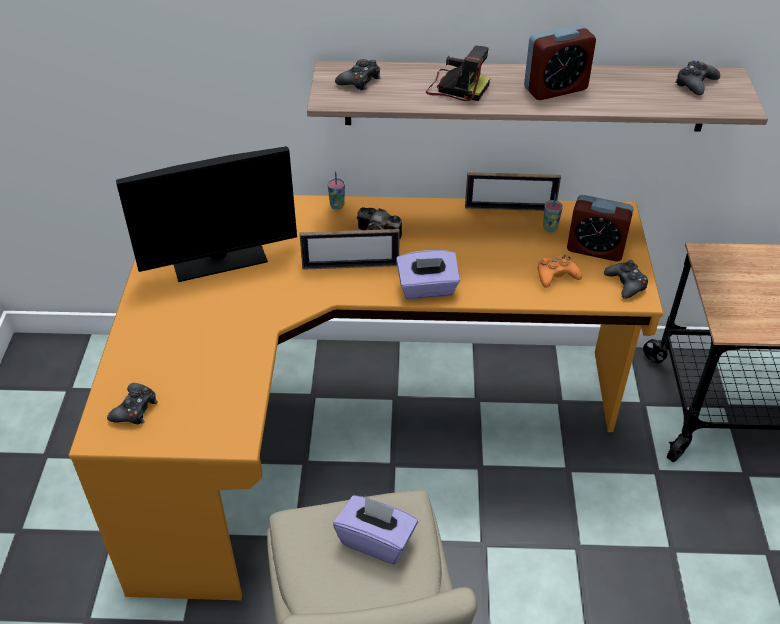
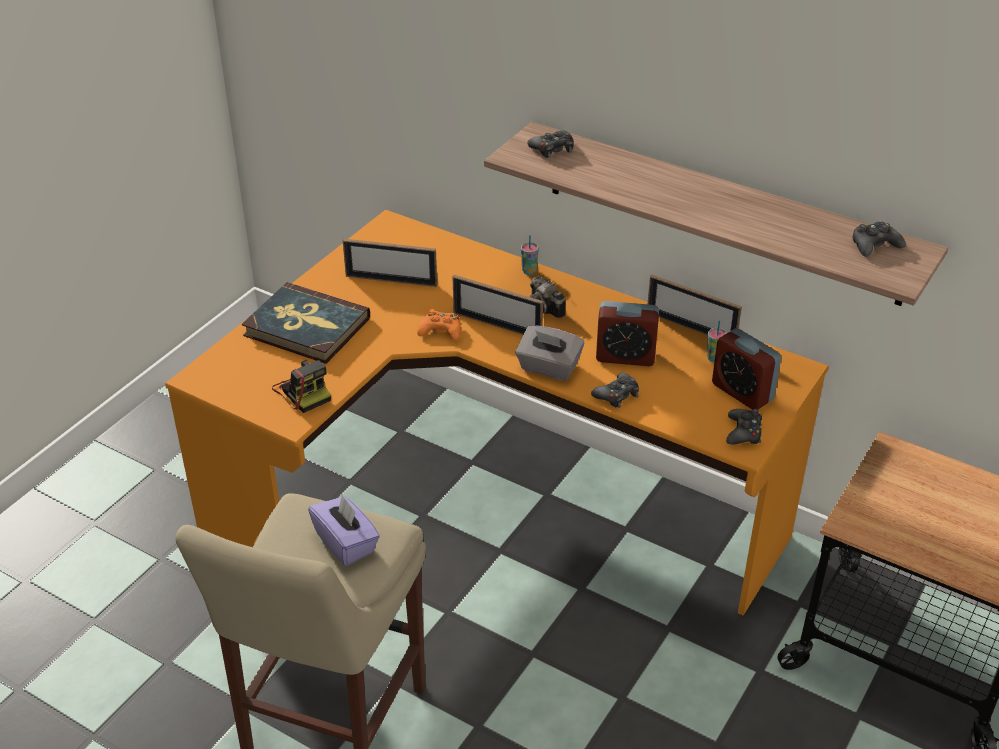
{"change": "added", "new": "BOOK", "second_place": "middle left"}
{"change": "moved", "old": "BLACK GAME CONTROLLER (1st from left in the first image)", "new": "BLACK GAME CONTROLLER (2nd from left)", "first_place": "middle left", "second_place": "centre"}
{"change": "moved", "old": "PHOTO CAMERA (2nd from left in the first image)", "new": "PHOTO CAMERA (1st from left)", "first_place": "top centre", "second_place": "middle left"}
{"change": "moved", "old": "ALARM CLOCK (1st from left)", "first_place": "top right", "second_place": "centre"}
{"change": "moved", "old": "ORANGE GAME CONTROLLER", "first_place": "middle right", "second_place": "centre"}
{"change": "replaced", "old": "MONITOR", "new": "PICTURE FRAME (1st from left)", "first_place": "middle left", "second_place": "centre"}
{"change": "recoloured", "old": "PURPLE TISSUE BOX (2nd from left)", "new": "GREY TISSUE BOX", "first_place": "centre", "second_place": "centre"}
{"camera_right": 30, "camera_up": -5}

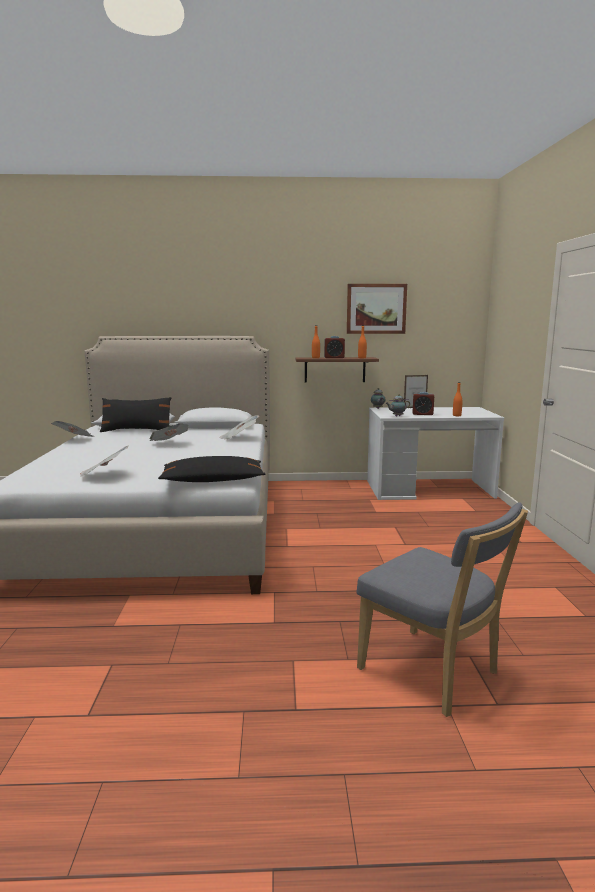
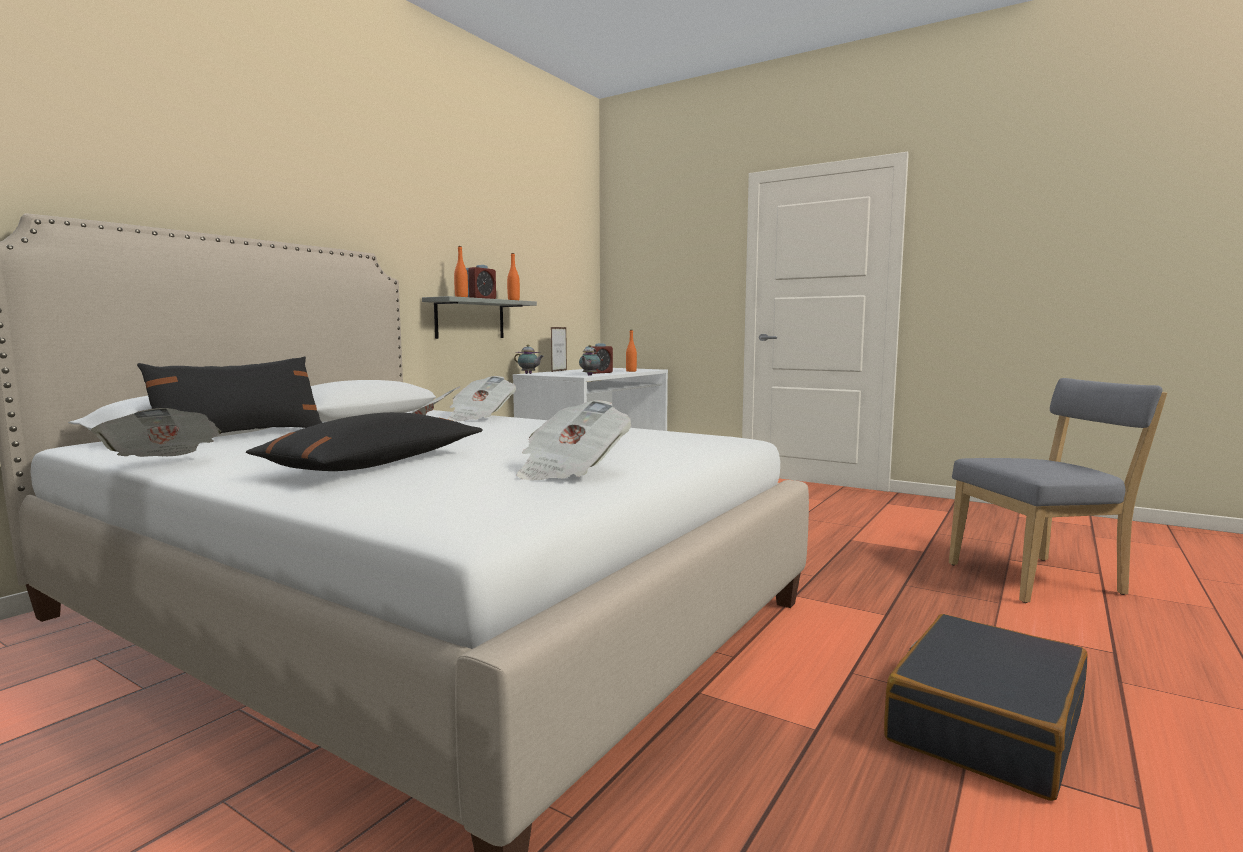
{"change": "removed", "old": "PICTURE", "first_place": "centre"}
{"change": "added", "new": "BLACK SUITCASE", "second_place": "bottom right"}
{"change": "moved", "old": "BLACK PILLOW (2nd from left)", "first_place": "centre", "second_place": "middle left"}
{"change": "recoloured", "old": "BROWN SHELF", "new": "GREY SHELF", "first_place": "centre", "second_place": "centre"}
{"camera_right": -55, "camera_up": -5}

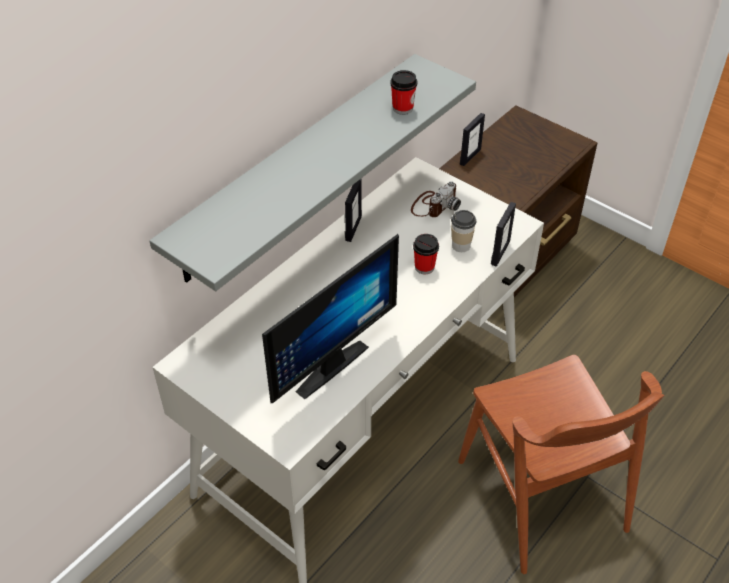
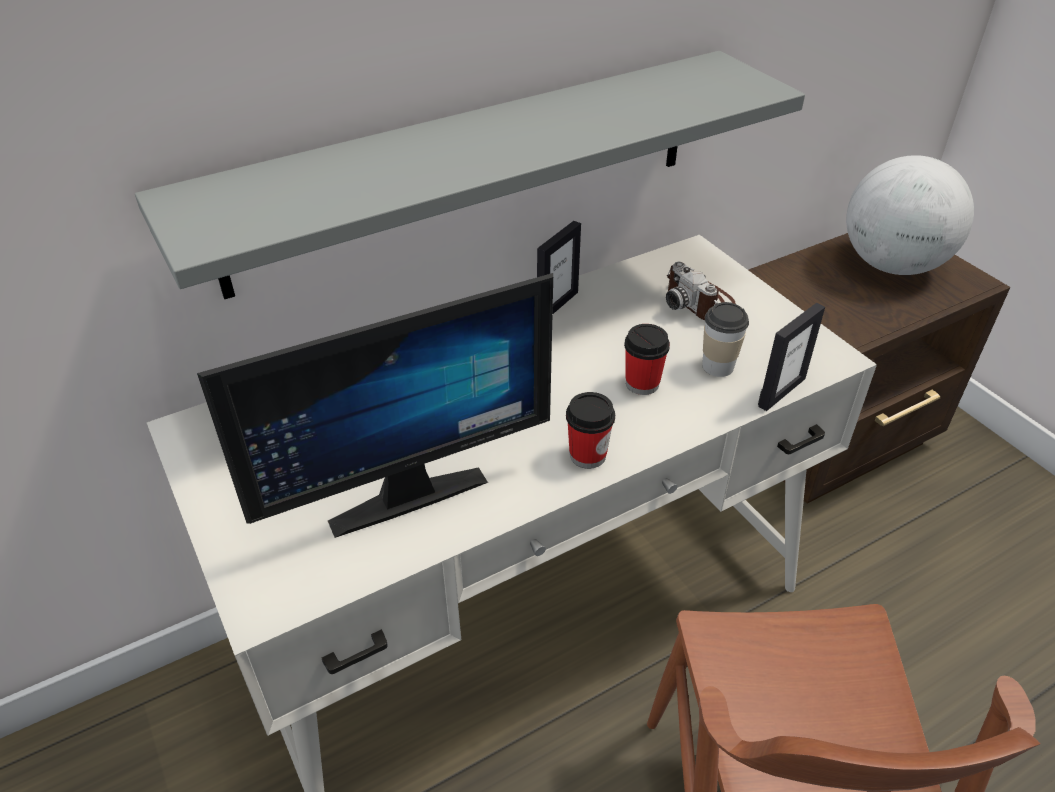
{"change": "removed", "old": "PICTURE FRAME (2nd from left)", "first_place": "top centre"}
{"change": "added", "new": "GLOBE", "second_place": "top right"}
{"change": "moved", "old": "CUP (1st from left)", "first_place": "top centre", "second_place": "centre"}
{"change": "turned", "old": "PHOTO CAMERA", "first_place": "centre", "second_place": "centre", "degrees": 90}
{"camera_right": 20, "camera_up": -5}

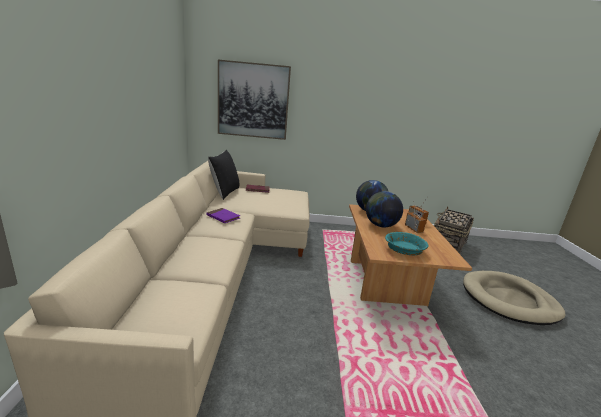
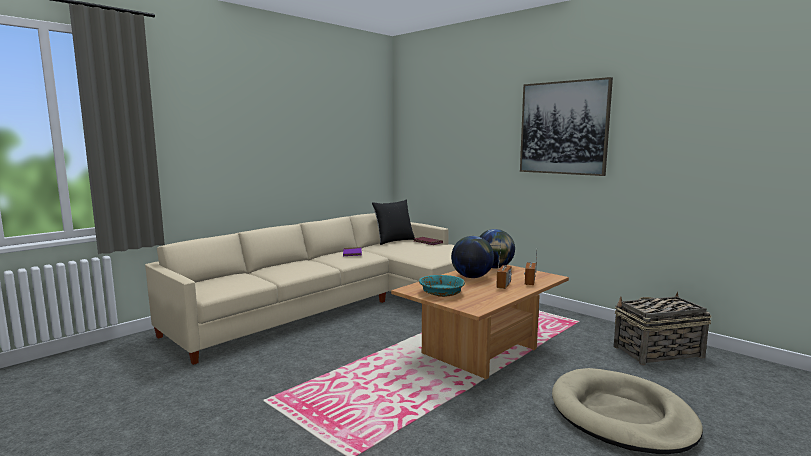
{"change": "moved", "old": "PICTURE", "first_place": "top centre", "second_place": "top right"}
{"camera_right": 45, "camera_up": -10}

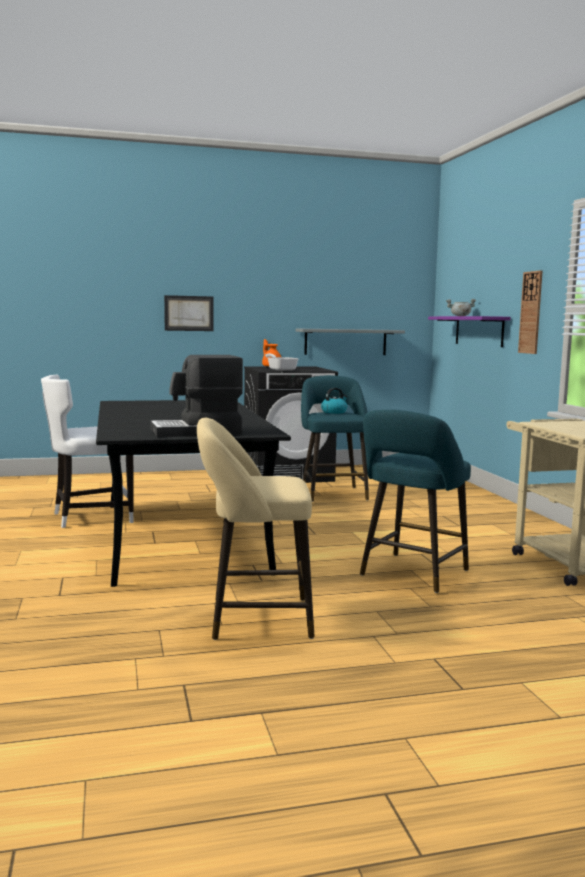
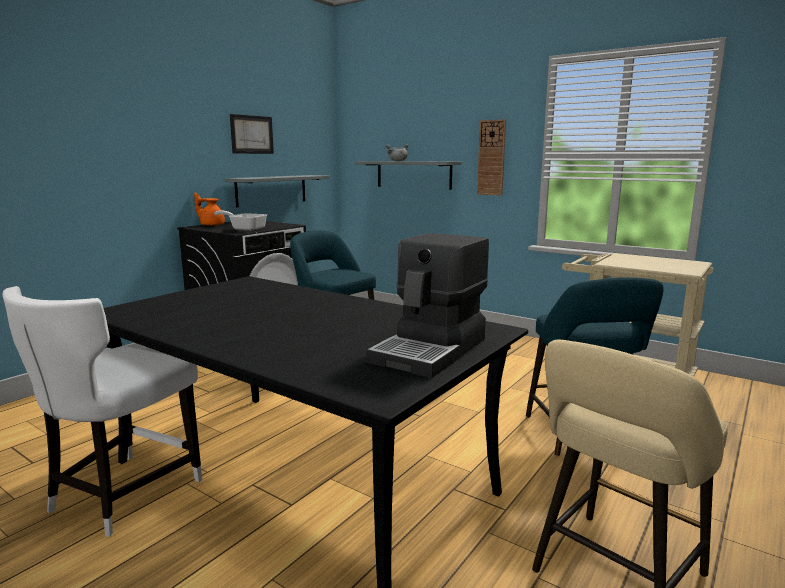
{"change": "removed", "old": "KETTLE", "first_place": "centre"}
{"change": "moved", "old": "PICTURE", "first_place": "middle left", "second_place": "top left"}
{"change": "recoloured", "old": "PURPLE SHELF", "new": "GREY SHELF (2nd from left)", "first_place": "middle right", "second_place": "top centre"}
{"camera_right": -40, "camera_up": 5}

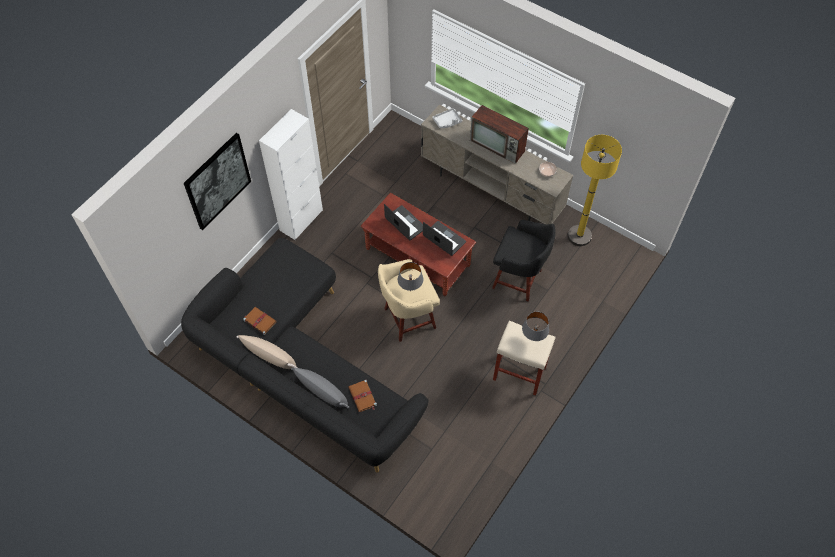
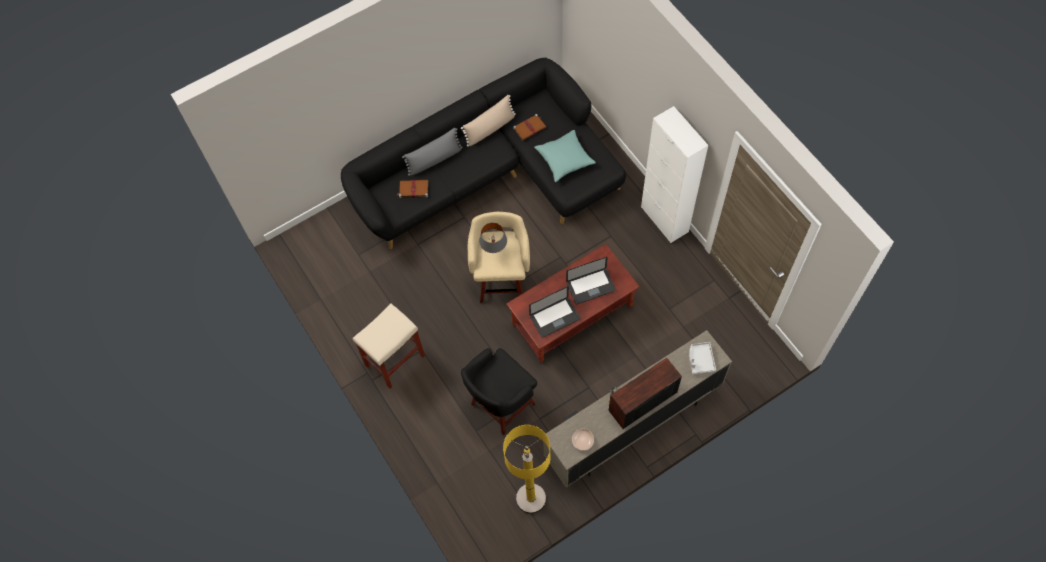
{"change": "removed", "old": "PICTURE", "first_place": "top left"}
{"change": "removed", "old": "GREY TABLE LAMP (2nd from left)", "first_place": "centre"}
{"change": "added", "new": "TURQUOISE PILLOW", "second_place": "top centre"}
{"camera_right": 115, "camera_up": 5}

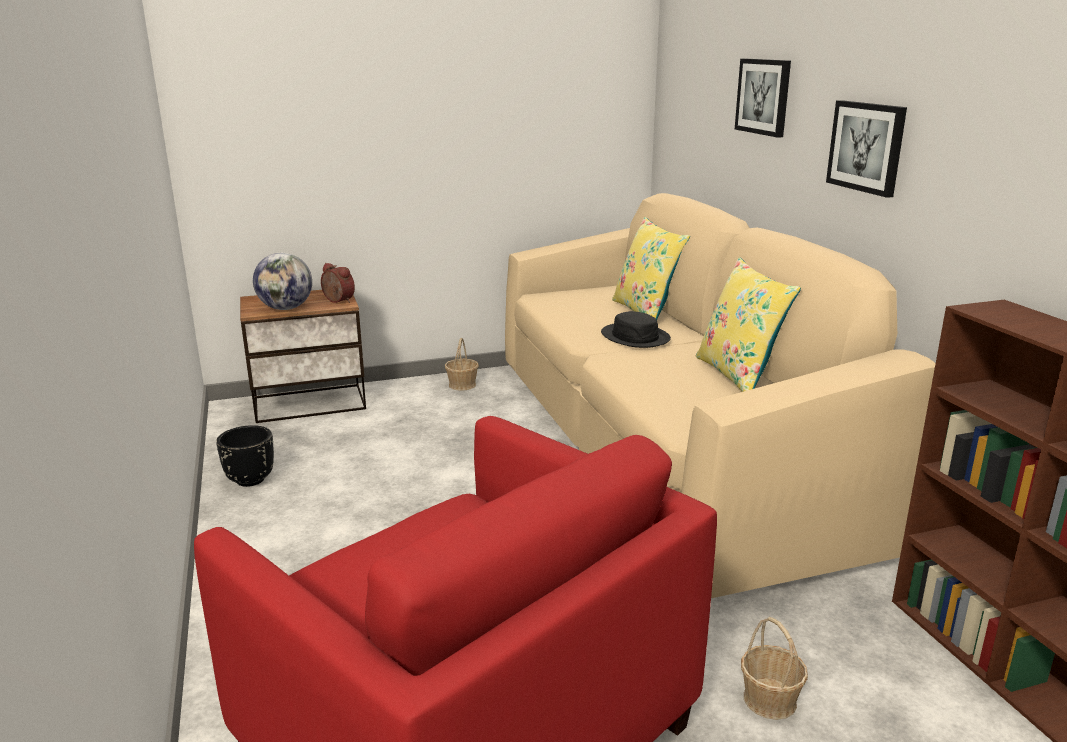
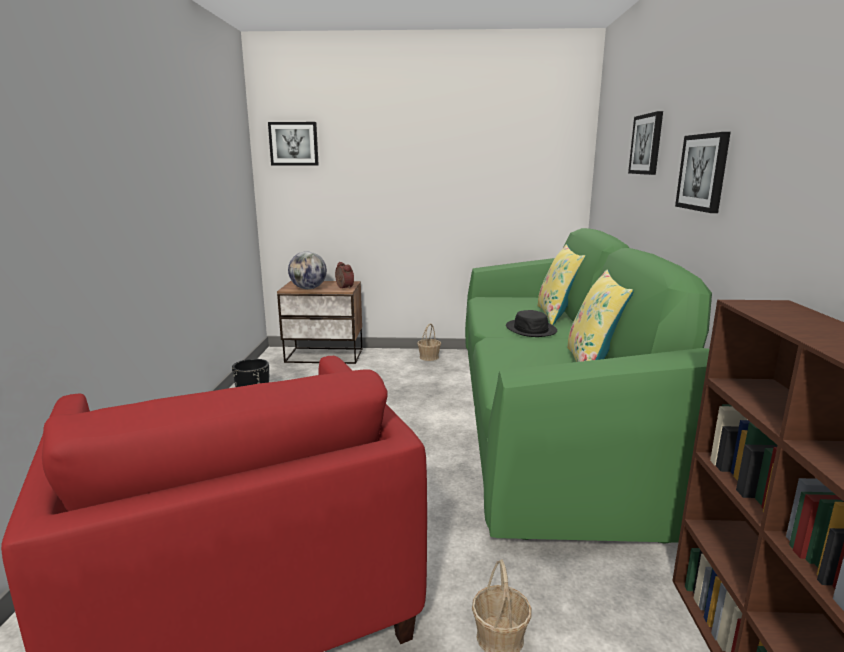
{"change": "added", "new": "PICTURE (1st from left)", "second_place": "top centre"}
{"change": "recoloured", "old": "BEIGE SOFA", "new": "GREEN SOFA", "first_place": "middle right", "second_place": "middle right"}
{"camera_right": 20, "camera_up": -5}

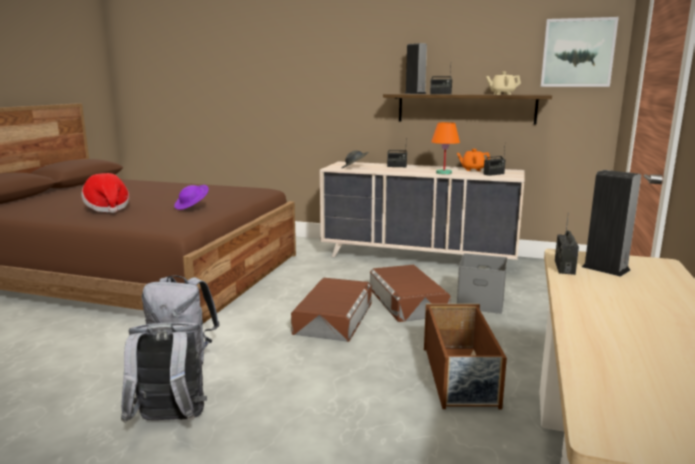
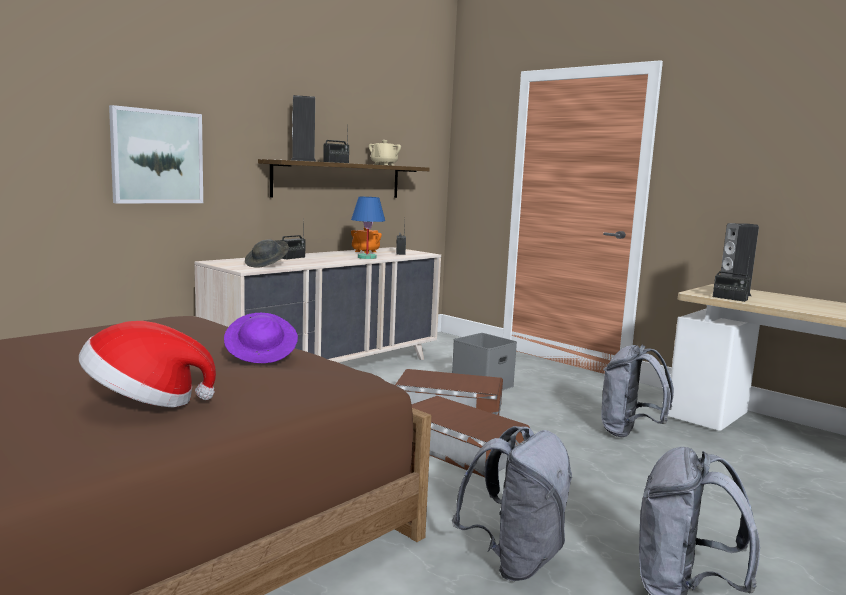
{"change": "moved", "old": "PICTURE", "first_place": "top right", "second_place": "top left"}
{"change": "replaced", "old": "BROWN STORAGE BOX (3rd from left)", "new": "GREY BACKPACK (2nd from left)", "first_place": "bottom right", "second_place": "middle right"}
{"change": "recoloured", "old": "ORANGE TABLE LAMP", "new": "BLUE TABLE LAMP", "first_place": "top centre", "second_place": "centre"}
{"camera_right": -65, "camera_up": -5}

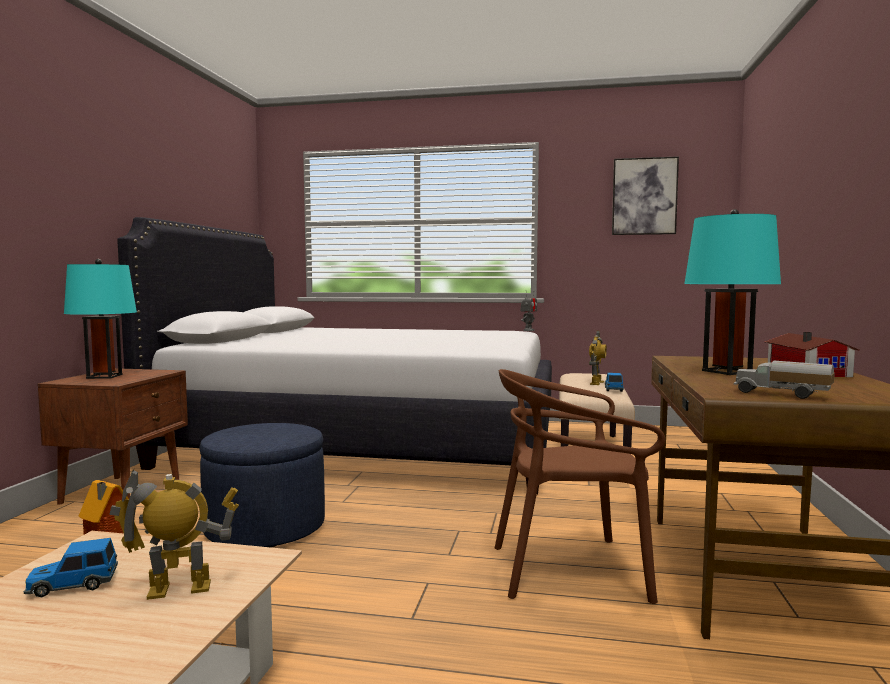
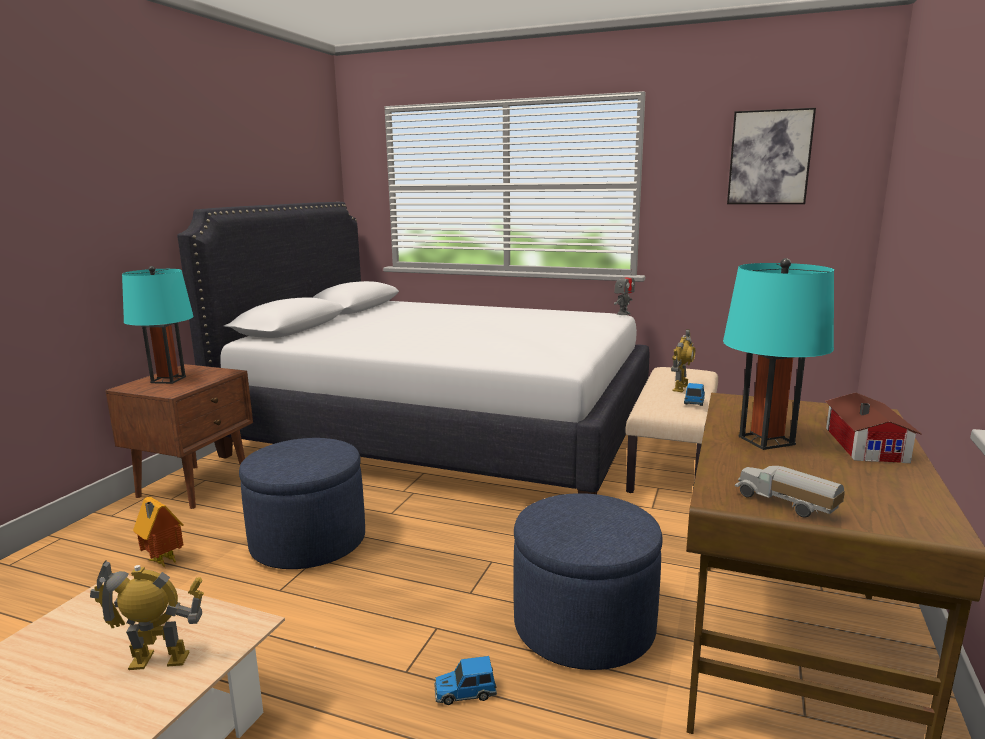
{"change": "moved", "old": "TOY CAR (1st from left)", "first_place": "bottom left", "second_place": "bottom centre"}
{"change": "replaced", "old": "BROWN CHAIR", "new": "BLUE OTTOMAN (2nd from left)", "first_place": "bottom centre", "second_place": "bottom centre"}
{"camera_right": 10, "camera_up": 10}

